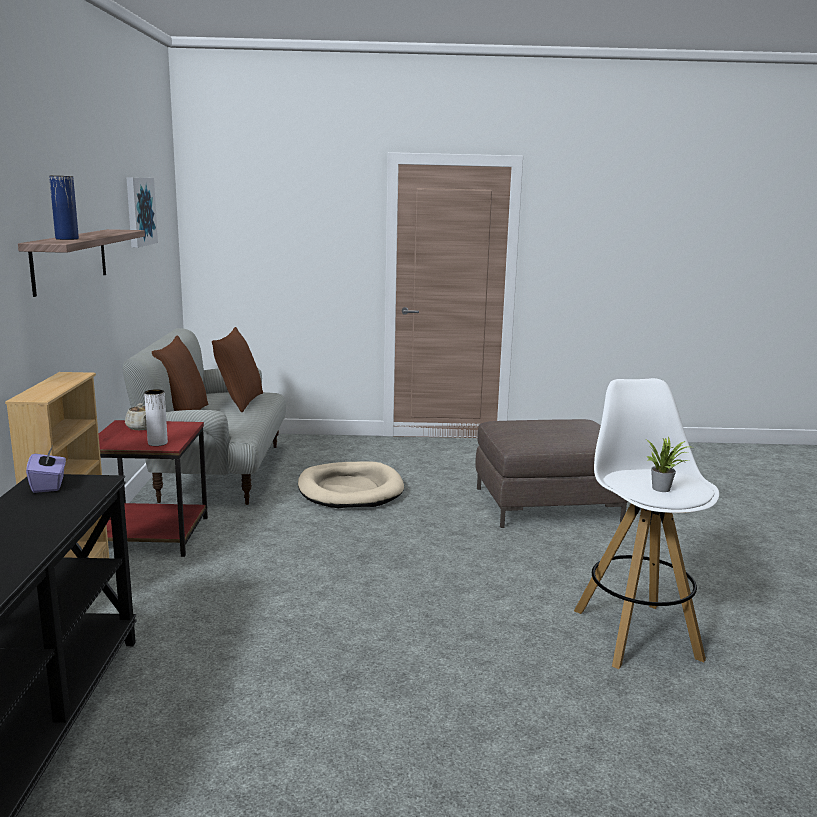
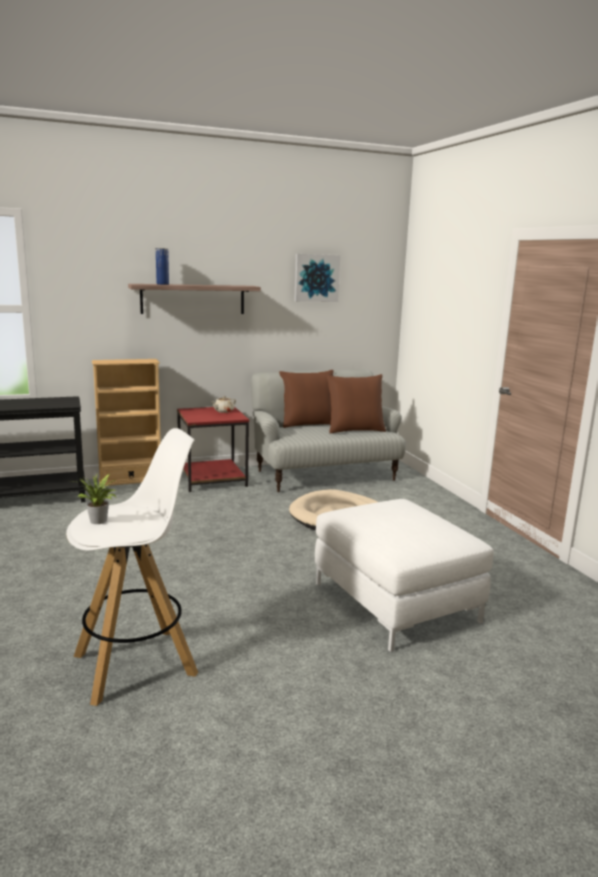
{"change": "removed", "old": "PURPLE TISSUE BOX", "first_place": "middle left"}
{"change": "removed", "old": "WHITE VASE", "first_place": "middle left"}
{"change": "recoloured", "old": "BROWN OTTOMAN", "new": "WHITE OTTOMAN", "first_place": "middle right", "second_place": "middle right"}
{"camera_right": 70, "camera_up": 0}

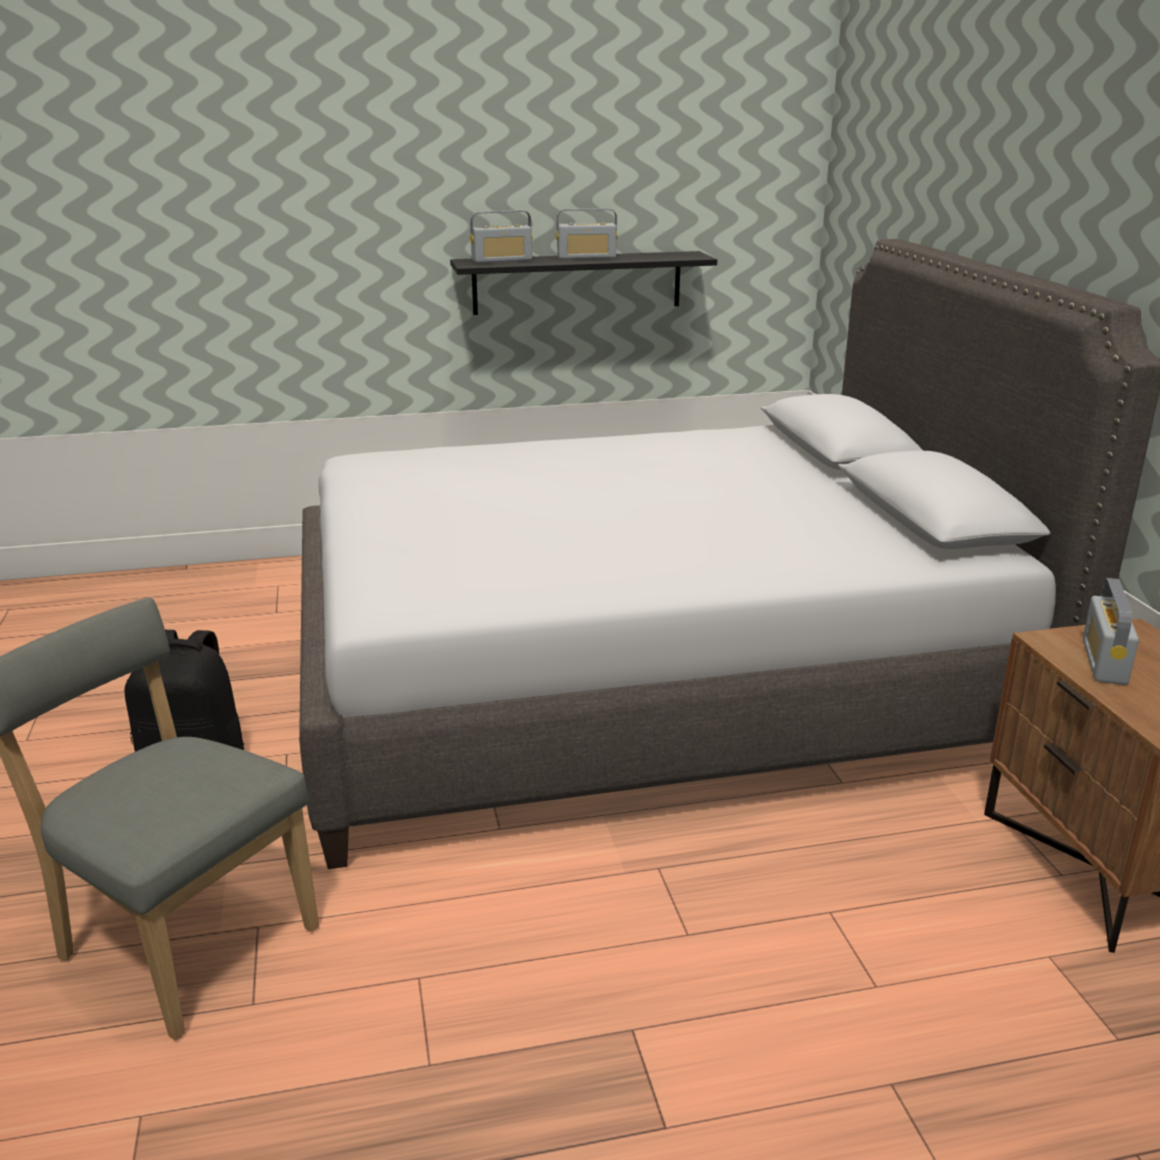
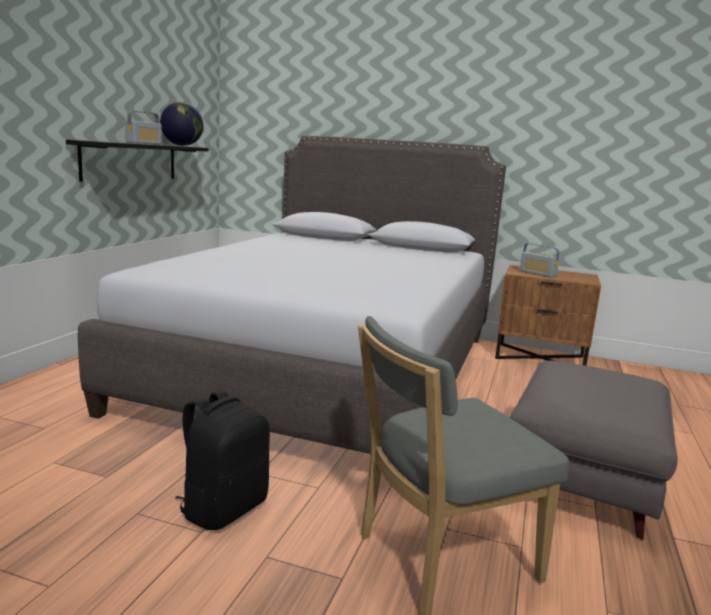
{"change": "removed", "old": "RADIO (1st from left)", "first_place": "top centre"}
{"change": "added", "new": "GLOBE", "second_place": "top left"}
{"change": "added", "new": "GREY OTTOMAN", "second_place": "bottom right"}
{"camera_right": -60, "camera_up": -10}

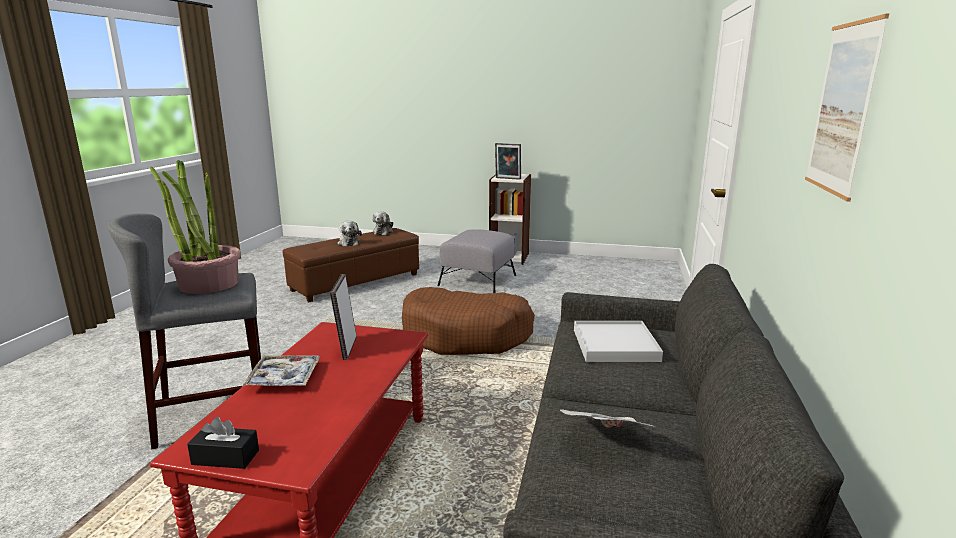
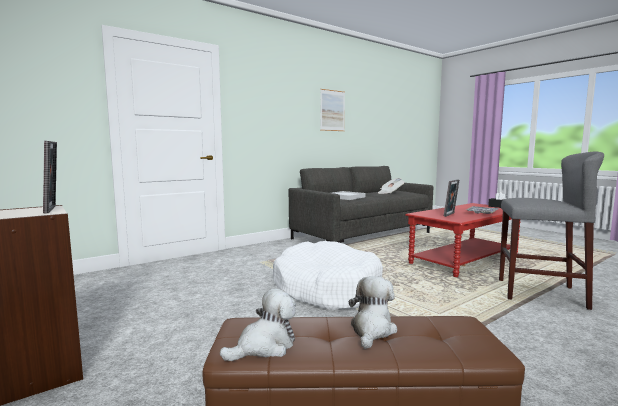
{"change": "removed", "old": "POTTED PLANT", "first_place": "middle left"}
{"change": "removed", "old": "GREY OTTOMAN", "first_place": "centre"}
{"change": "recoloured", "old": "BROWN DOG BED", "new": "WHITE DOG BED", "first_place": "centre", "second_place": "bottom centre"}
{"camera_right": -140, "camera_up": -10}

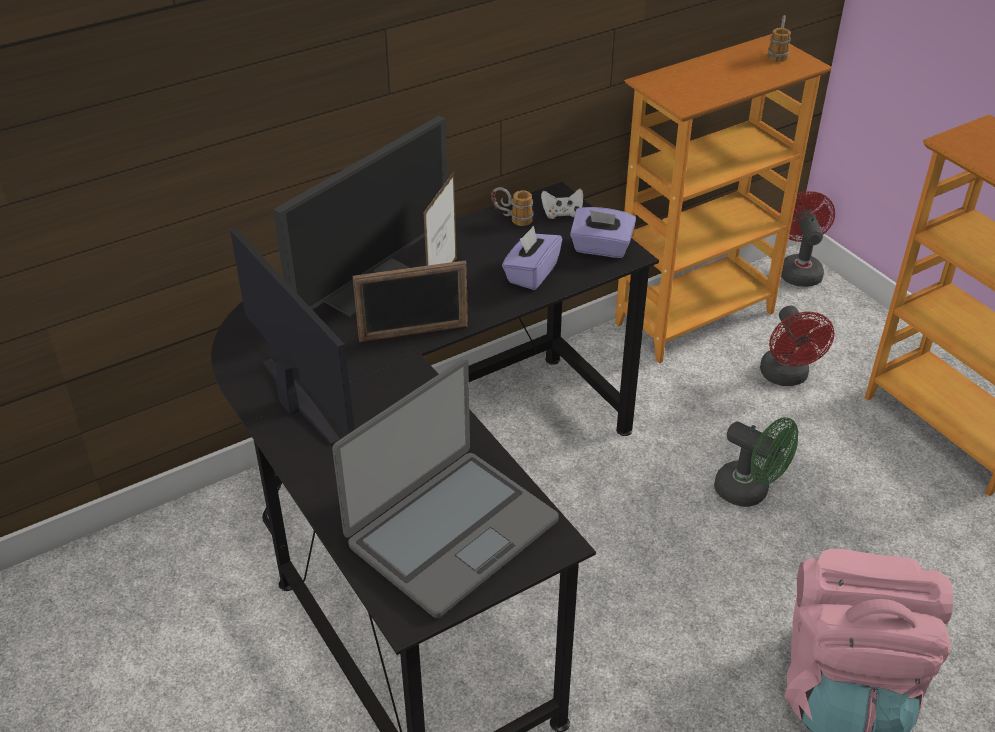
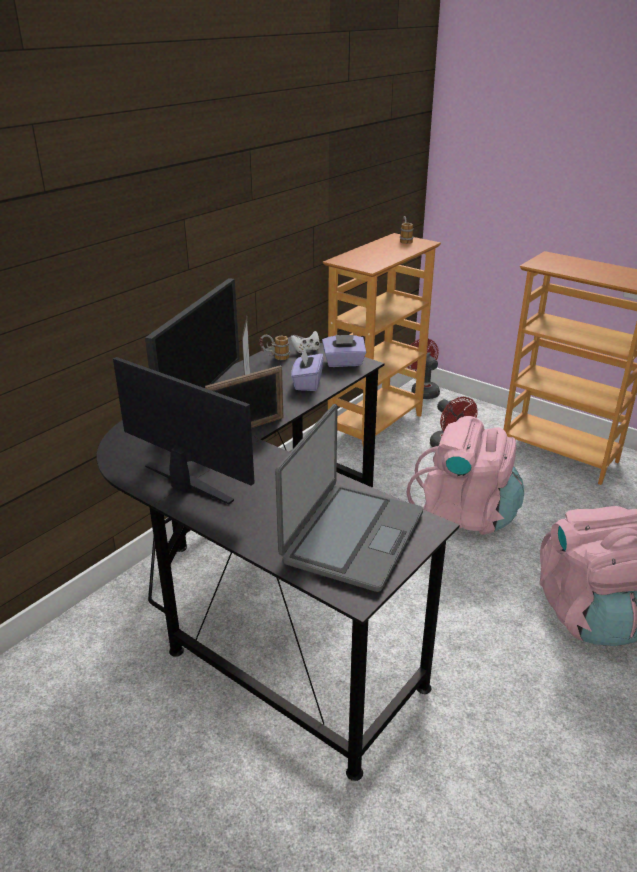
{"change": "replaced", "old": "GREEN FAN", "new": "PINK BACKPACK (1st from left)", "first_place": "middle right", "second_place": "middle right"}
{"camera_right": -20, "camera_up": -10}

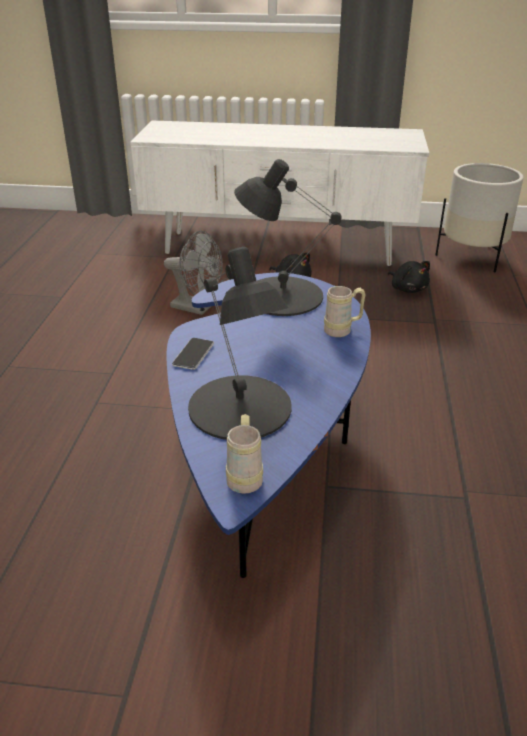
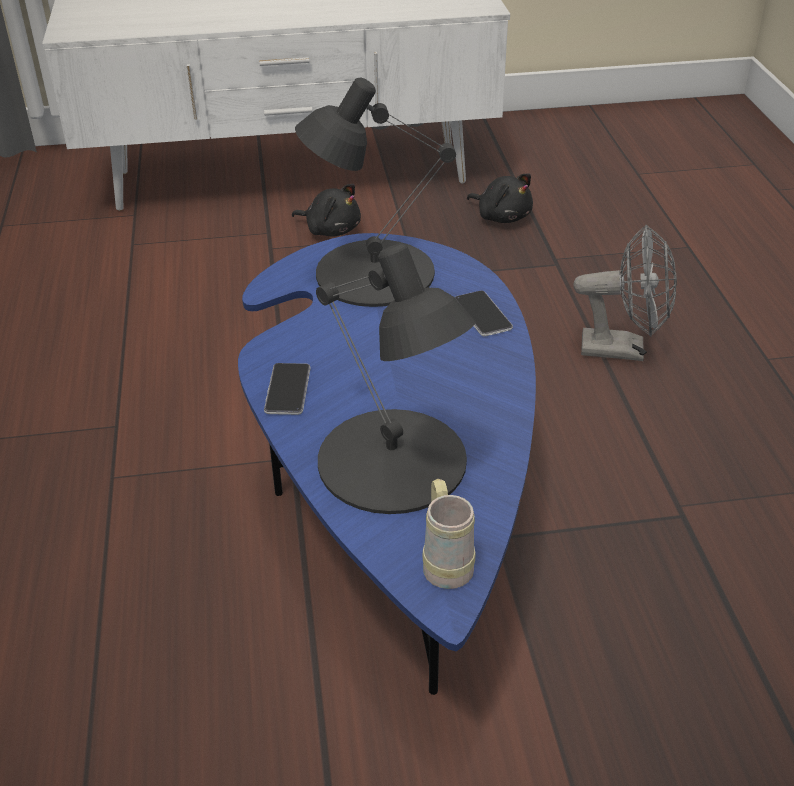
{"change": "removed", "old": "WHITE PLANTER", "first_place": "top right"}
{"change": "moved", "old": "GREY FAN", "first_place": "centre", "second_place": "middle right"}
{"change": "replaced", "old": "BEIGE MUG (2nd from left)", "new": "PHONE (2nd from left)", "first_place": "centre", "second_place": "centre"}
{"camera_right": -15, "camera_up": 5}

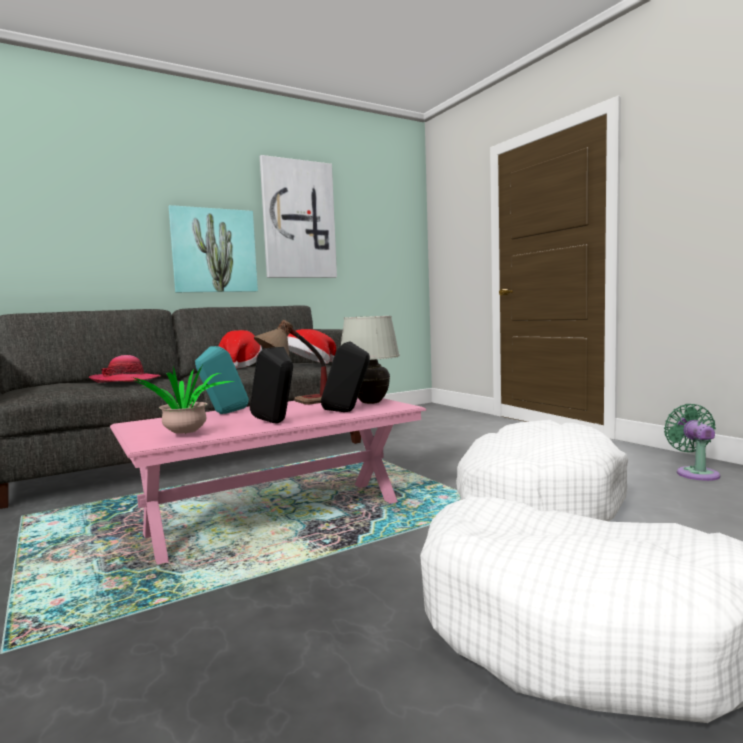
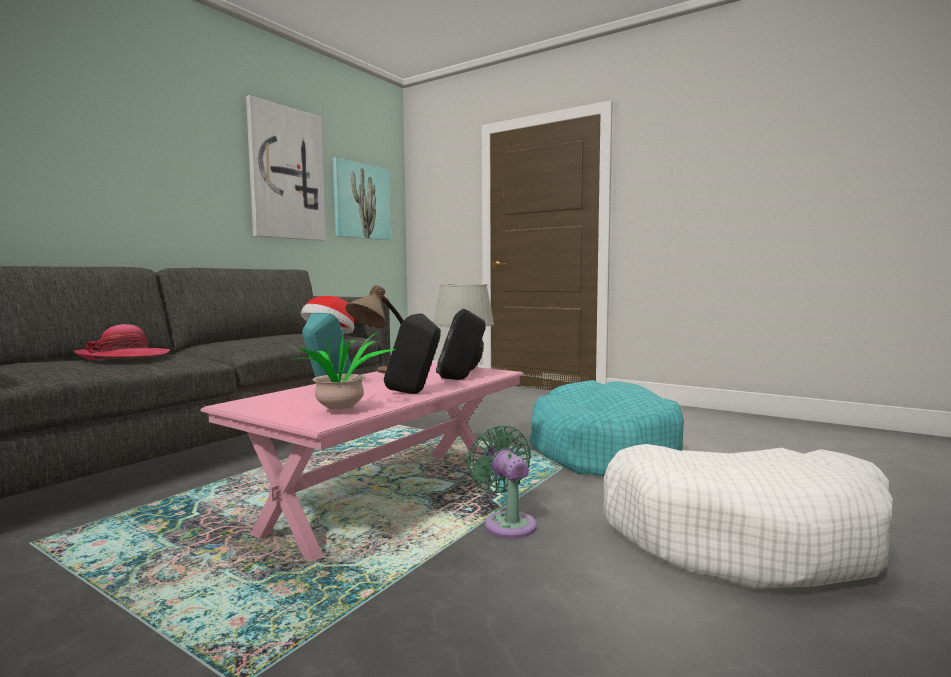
{"change": "removed", "old": "HAT (2nd from left)", "first_place": "middle left"}
{"change": "moved", "old": "PICTURE (1st from left in the first image)", "new": "PICTURE (2nd from left)", "first_place": "middle left", "second_place": "top centre"}
{"change": "moved", "old": "GREEN FAN", "first_place": "middle right", "second_place": "bottom centre"}
{"change": "recoloured", "old": "WHITE DOG BED (1st from left)", "new": "TURQUOISE DOG BED", "first_place": "middle right", "second_place": "centre"}
{"camera_right": -25, "camera_up": 0}

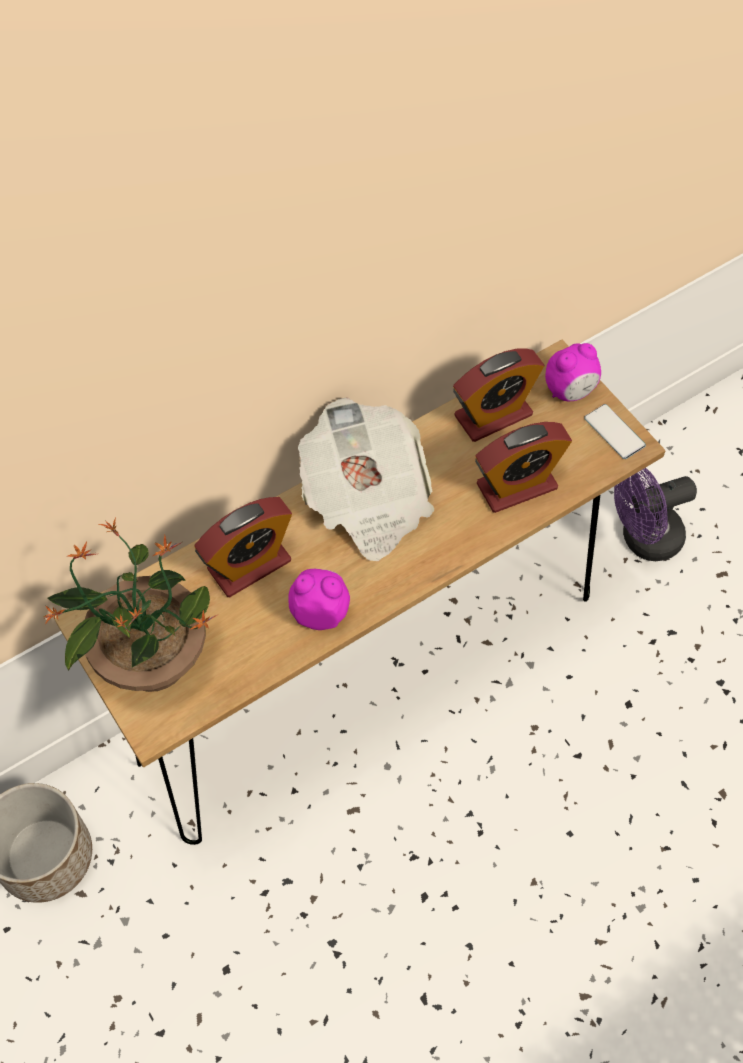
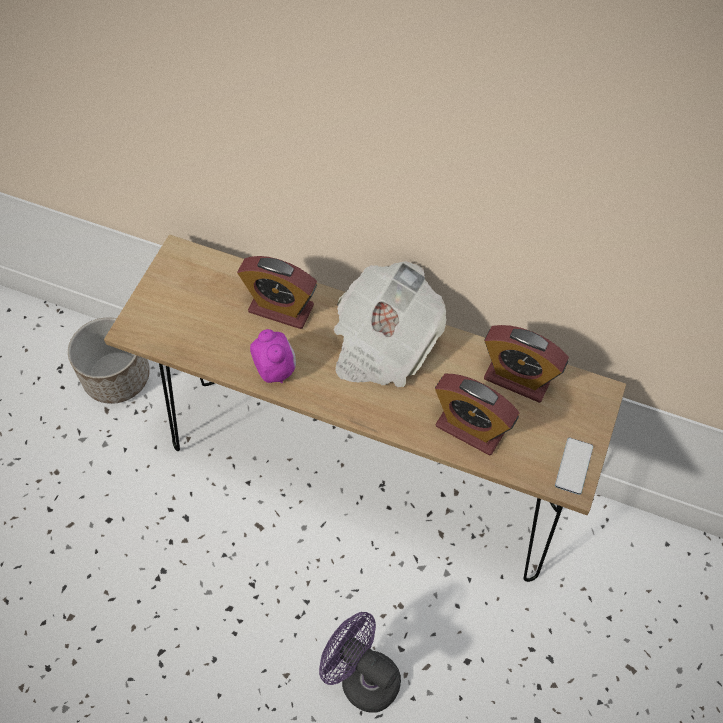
{"change": "removed", "old": "POTTED PLANT", "first_place": "middle left"}
{"change": "removed", "old": "ALARM CLOCK (5th from left)", "first_place": "middle right"}
{"change": "moved", "old": "PURPLE FAN", "first_place": "middle right", "second_place": "bottom centre"}
{"camera_right": 55, "camera_up": 0}

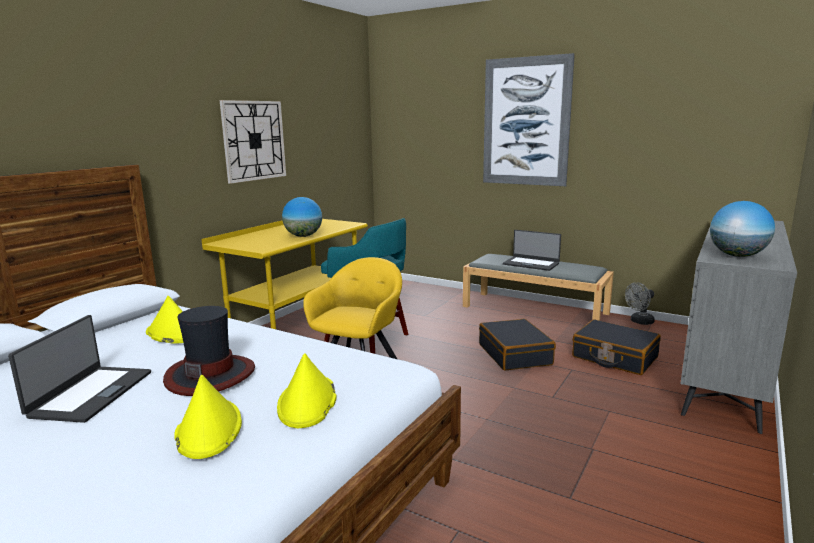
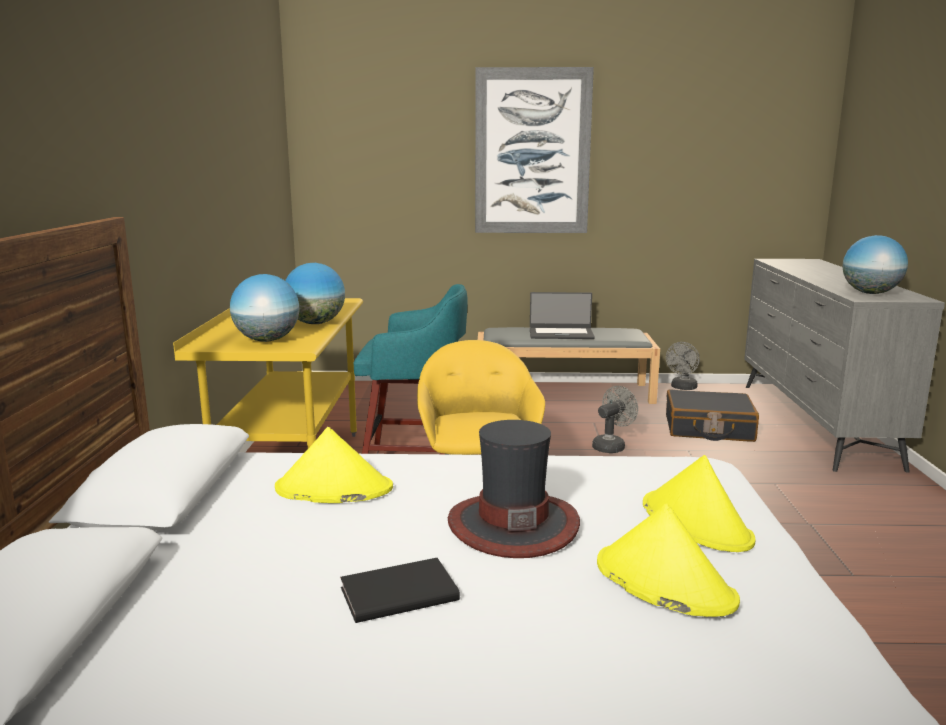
{"change": "removed", "old": "WALL CLOCK", "first_place": "top left"}
{"change": "added", "new": "GLOBE (1st from left)", "second_place": "middle left"}
{"change": "replaced", "old": "LAPTOP (1st from left)", "new": "BLACK BOOK", "first_place": "bottom left", "second_place": "bottom centre"}
{"change": "replaced", "old": "BLACK SUITCASE (1st from left)", "new": "GREY FAN (1st from left)", "first_place": "centre", "second_place": "centre"}
{"camera_right": -30, "camera_up": 0}

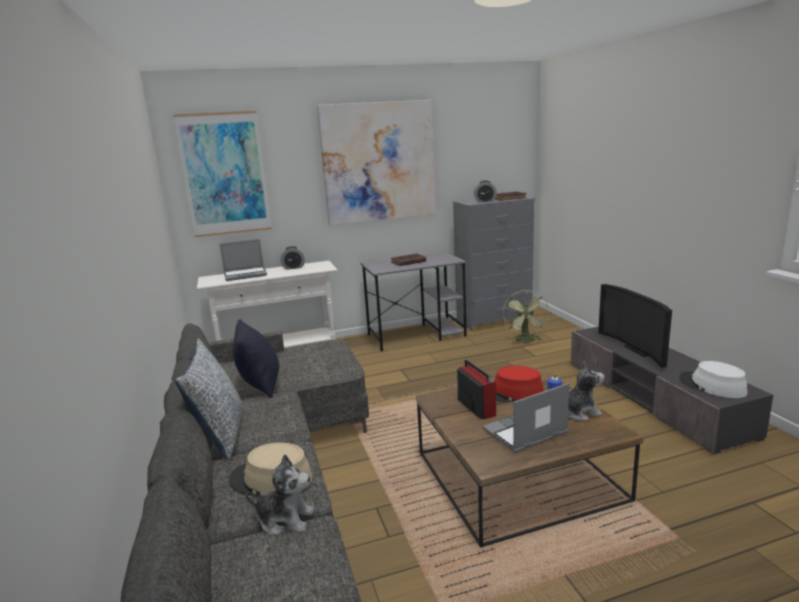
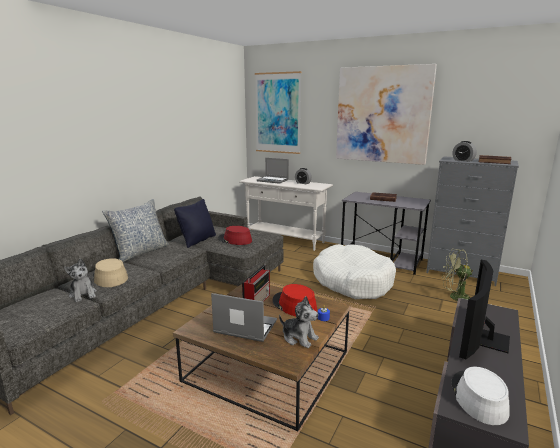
{"change": "added", "new": "RED HAT (1st from left)", "second_place": "centre"}
{"change": "added", "new": "WHITE DOG BED", "second_place": "centre"}
{"change": "turned", "old": "GREEN FAN", "first_place": "centre", "second_place": "middle right", "degrees": 45}
{"camera_right": 45, "camera_up": 0}

